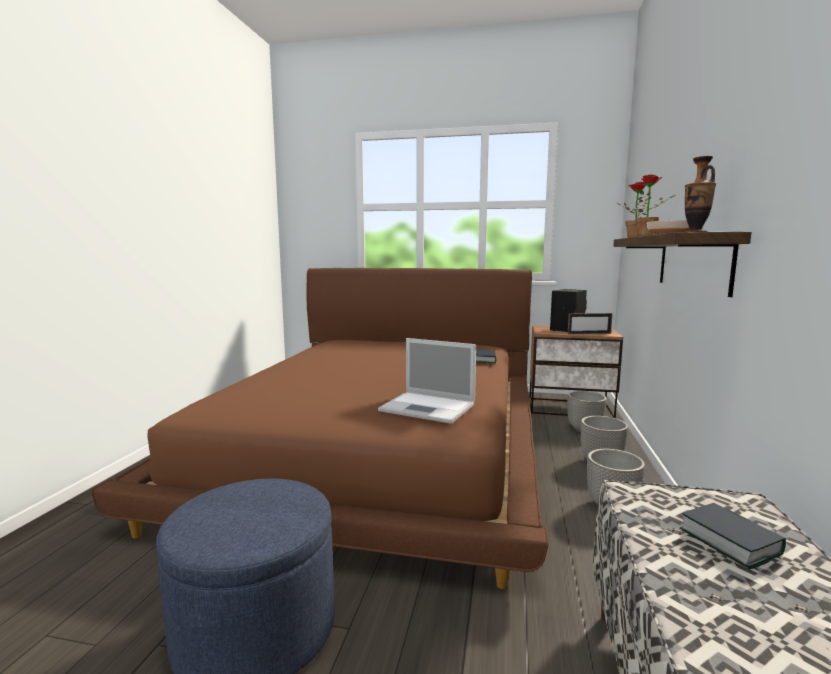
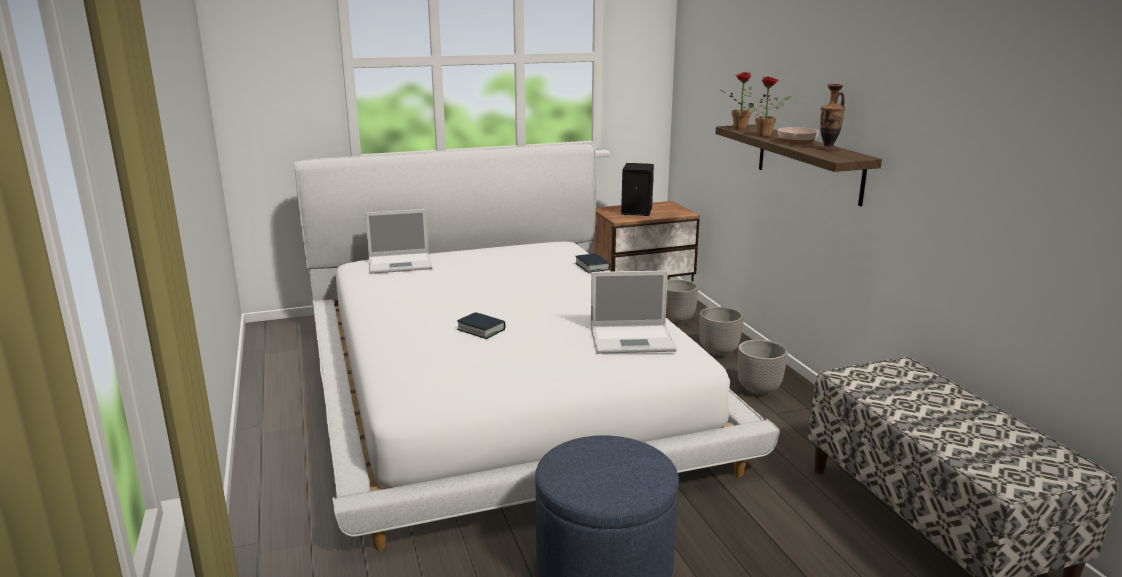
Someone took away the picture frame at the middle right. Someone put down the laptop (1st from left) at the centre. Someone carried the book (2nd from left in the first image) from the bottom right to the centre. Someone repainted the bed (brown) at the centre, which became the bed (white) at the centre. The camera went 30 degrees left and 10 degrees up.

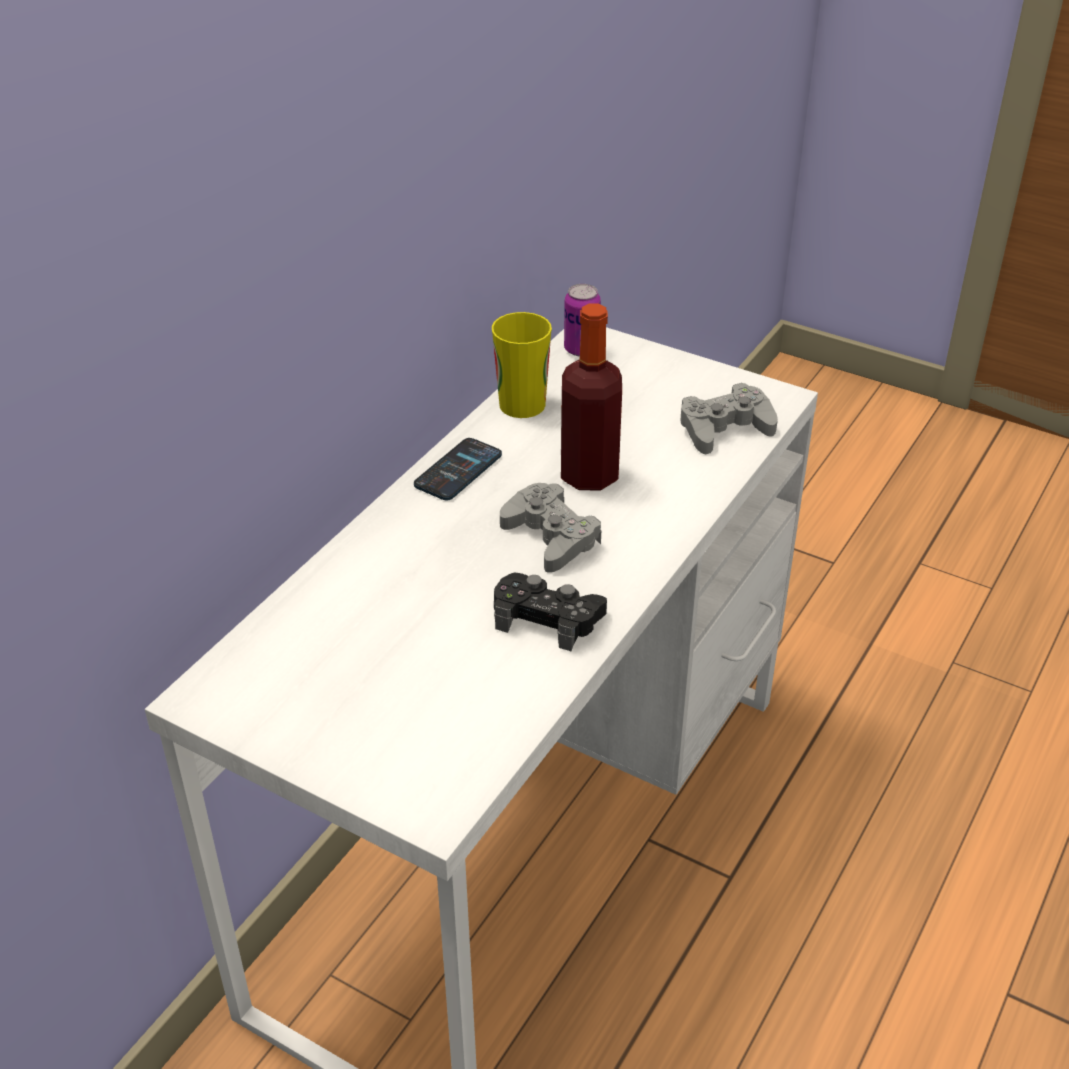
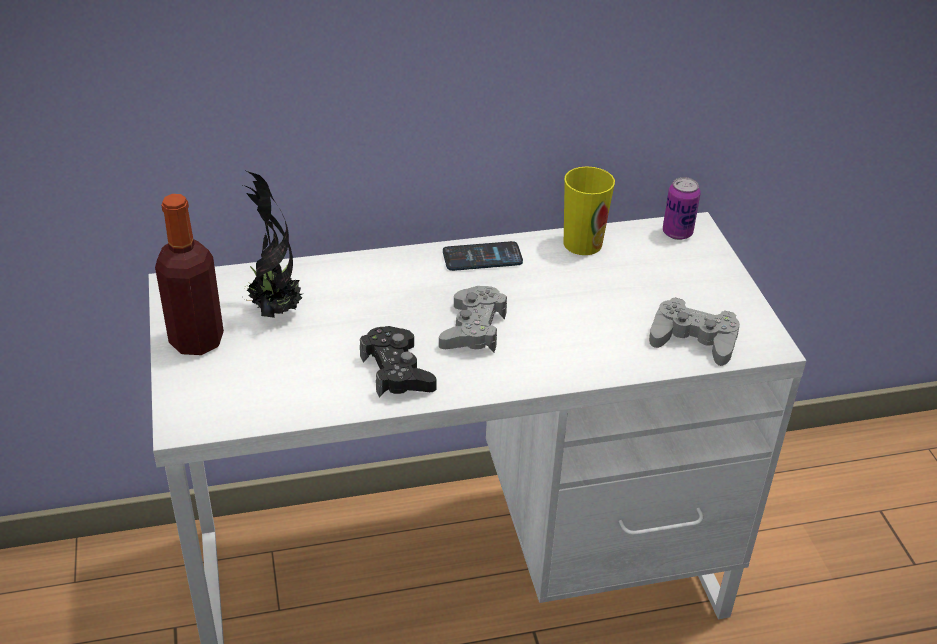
Someone put down the potted plant at the middle left. Someone carried the bottle from the centre to the middle left. The camera went 45 degrees right and 0 degrees up.

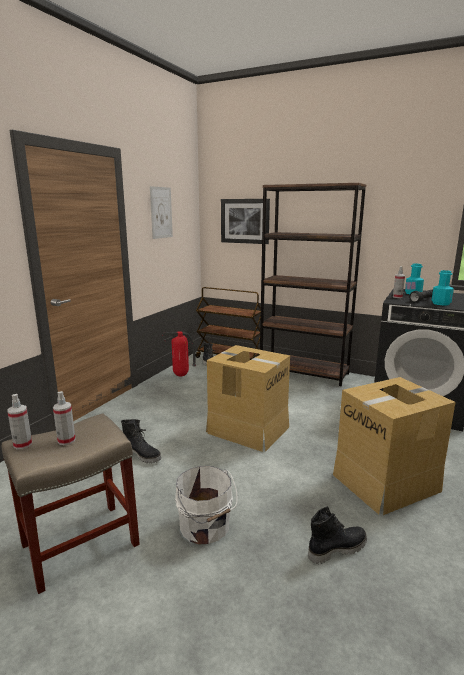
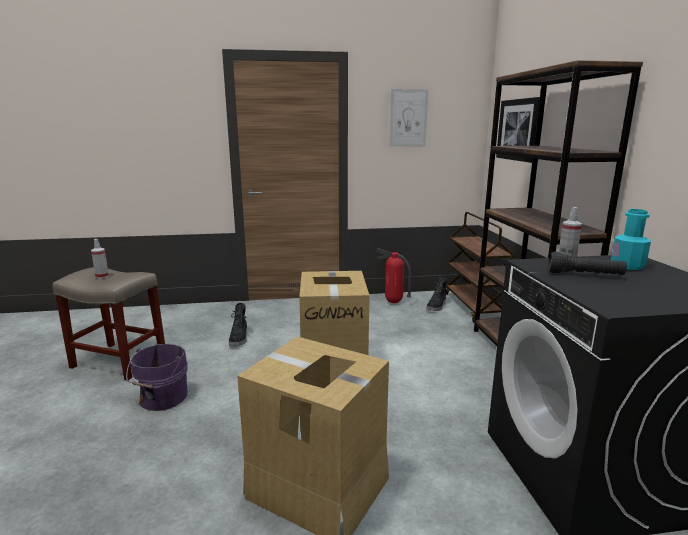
Someone took away the spray bottle (1st from left) at the middle left. Someone took away the boot (black) (3rd from left) at the bottom right. Someone took away the bottle (turquoise) (2nd from left) at the middle right. Someone repainted the bucket (white) at the bottom centre, which became the bucket (purple) at the bottom left. The camera went 55 degrees right and 0 degrees up.

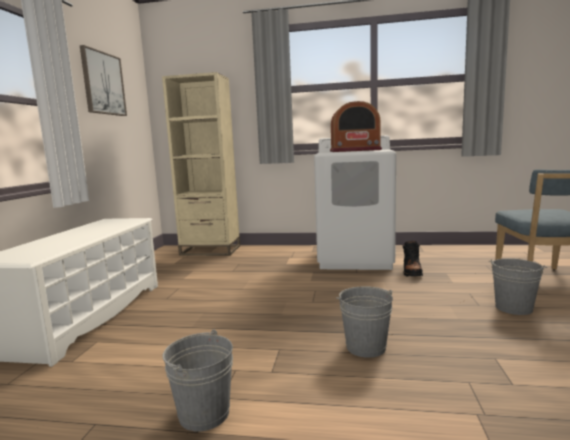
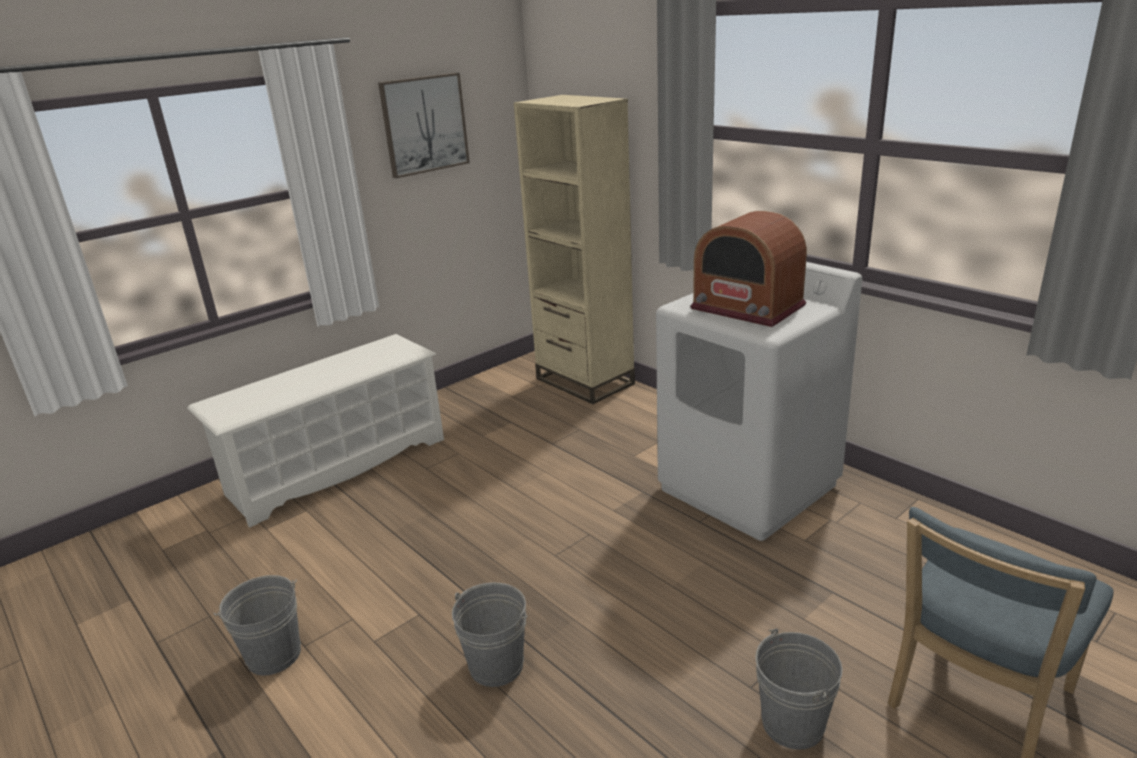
Someone took away the boot (black) at the middle right. The camera went 40 degrees right and 15 degrees up.

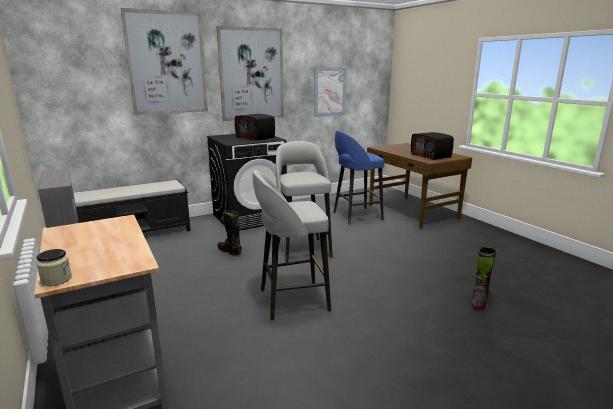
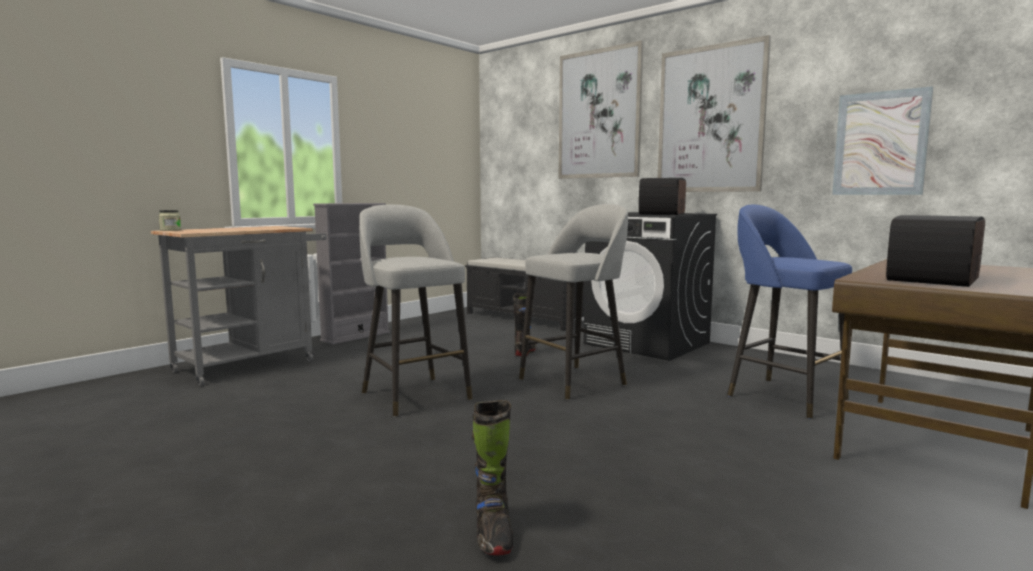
Someone rotated the boot (black) (2nd from left in the first image) at the bottom right by 105 degrees counterclockwise. The camera went 70 degrees right and 10 degrees down.

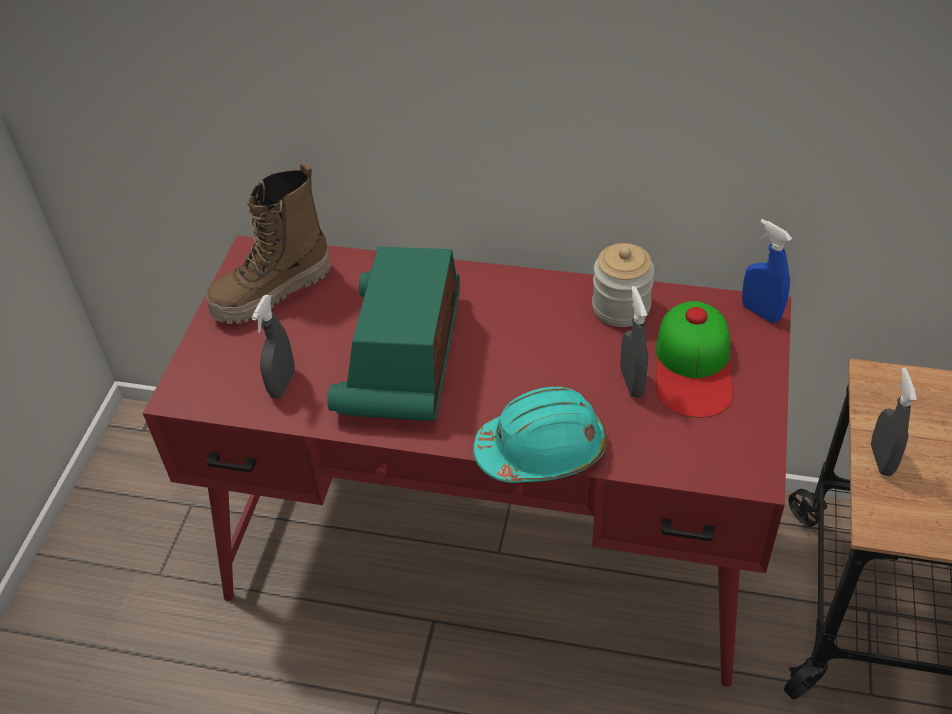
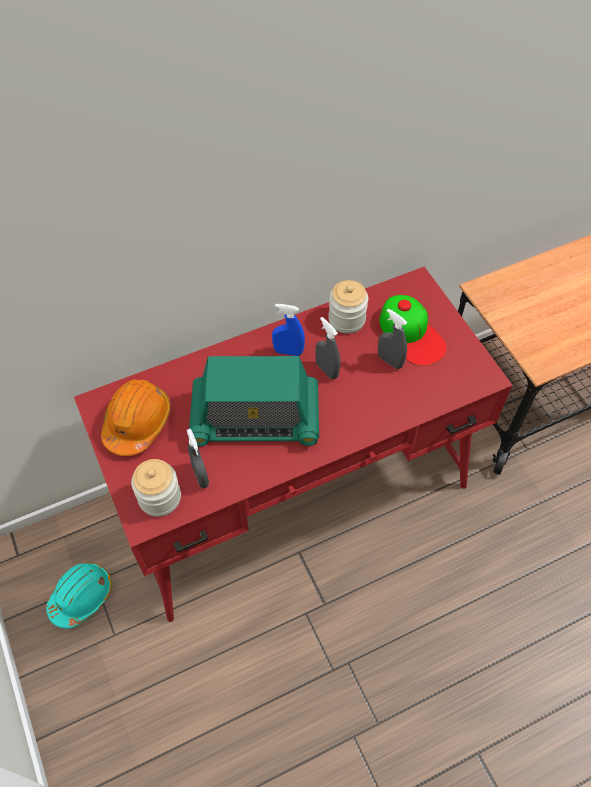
Someone put down the jar (1st from left) at the middle left. Someone carried the hard hat (turquoise) from the centre to the bottom left. Someone carried the spray bottle (blue) from the middle right to the centre. Someone carried the spray bottle (grey) (3rd from left in the first image) from the middle right to the centre. Someone swapped the boot at the middle left for the hard hat (orange) at the middle left. Someone rotated the radio at the centre by 60 degrees counterclockwise. The camera went 40 degrees left and 10 degrees up.

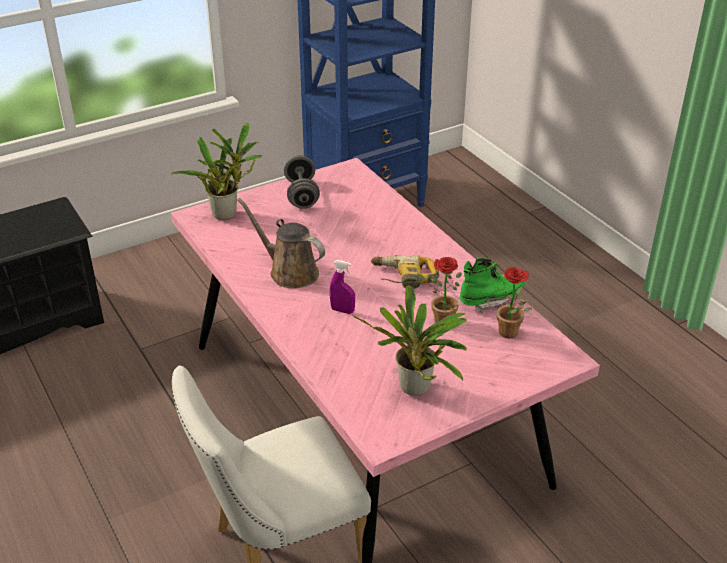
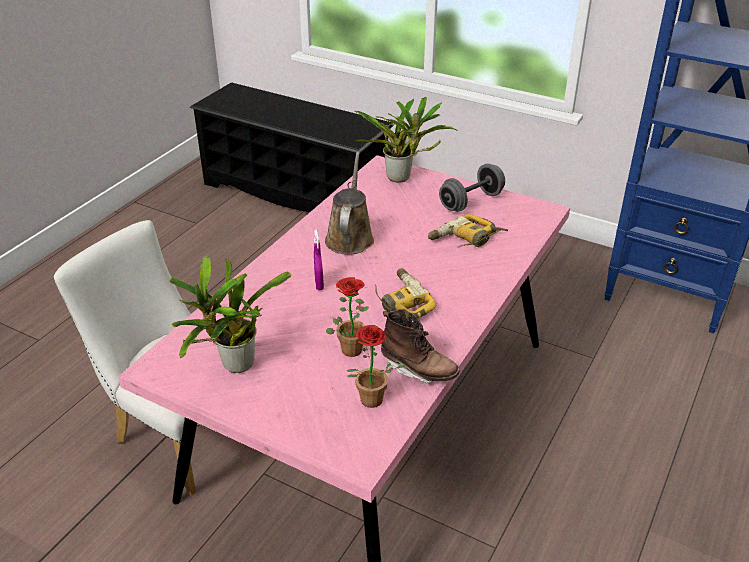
Someone put down the power drill (2nd from left) at the centre. Someone repainted the boot (green) at the middle right, which became the boot (brown) at the centre. The camera went 60 degrees right and 0 degrees up.

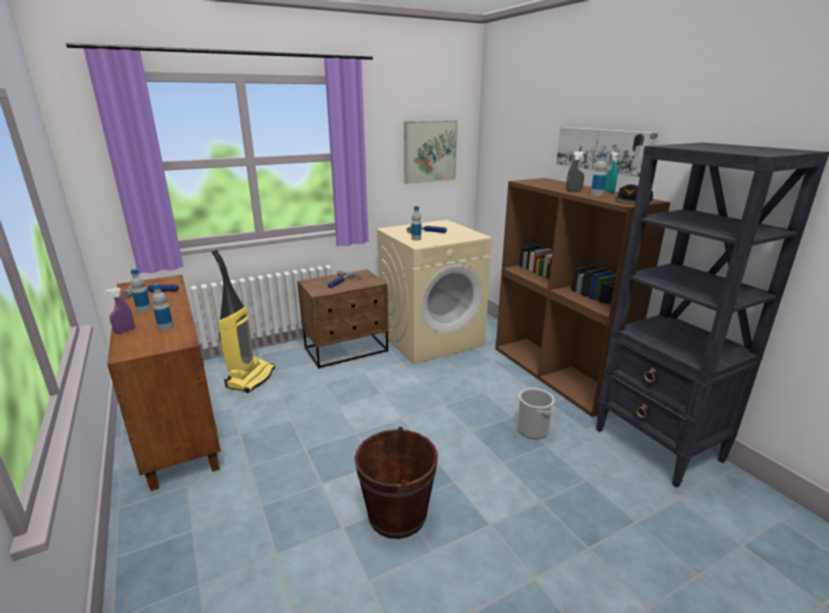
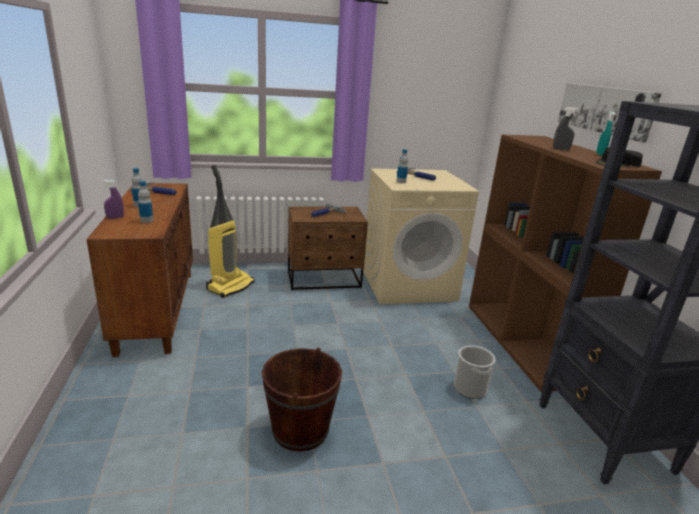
Someone took away the picture (1st from left) at the top centre. Someone took away the bottle (4th from left) at the top right. The camera went 15 degrees right and 0 degrees up.

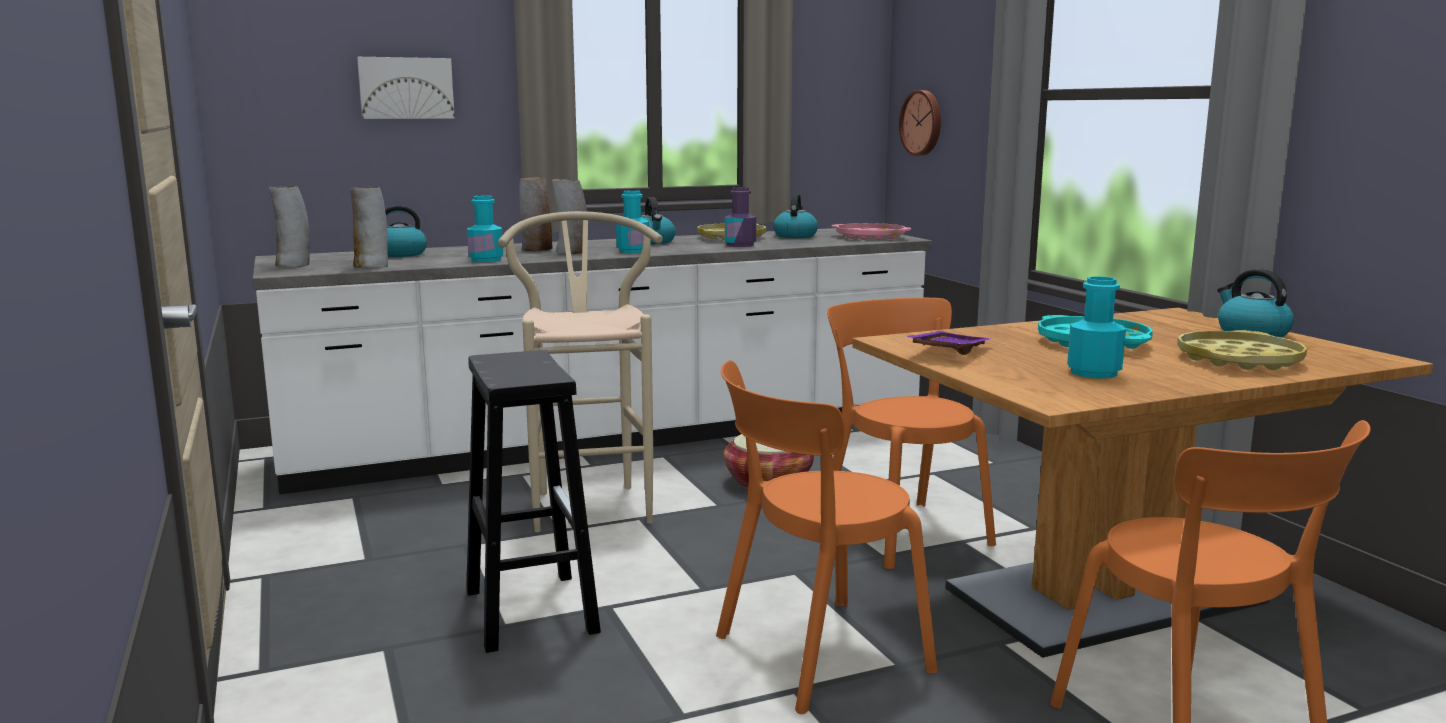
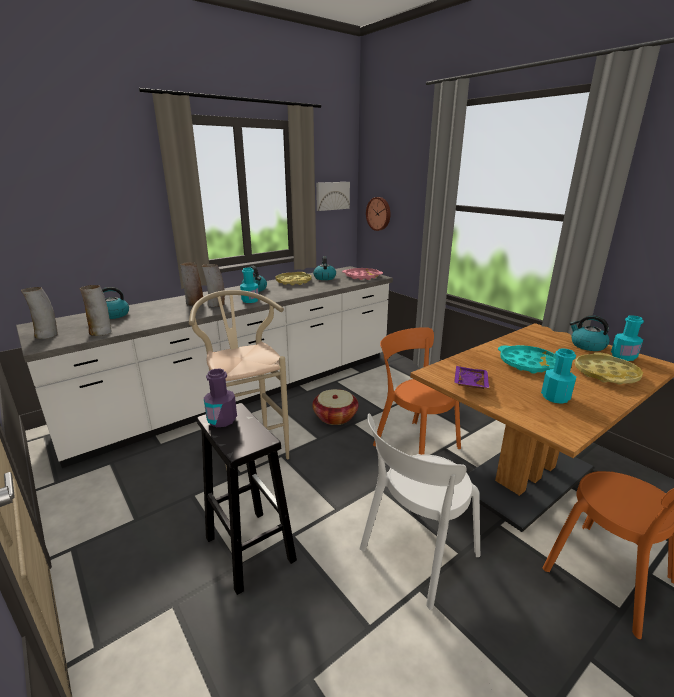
Someone carried the picture from the top left to the top centre. Someone carried the bottle (turquoise) (1st from left in the first image) from the top centre to the middle right. Someone carried the bottle (purple) from the top centre to the middle left. Someone repainted the chair (orange) (1st from left) at the bottom centre, which became the chair (white) at the bottom centre. The camera went 15 degrees left and 10 degrees up.

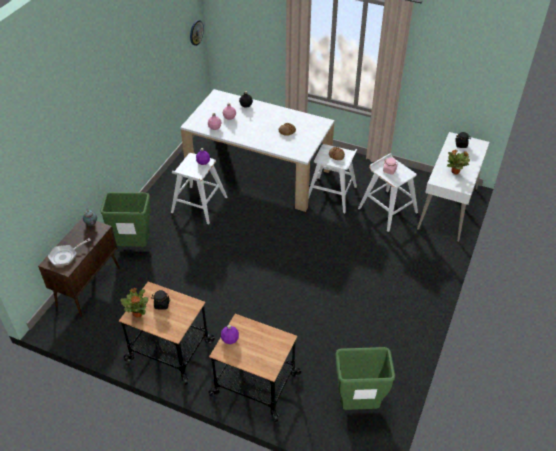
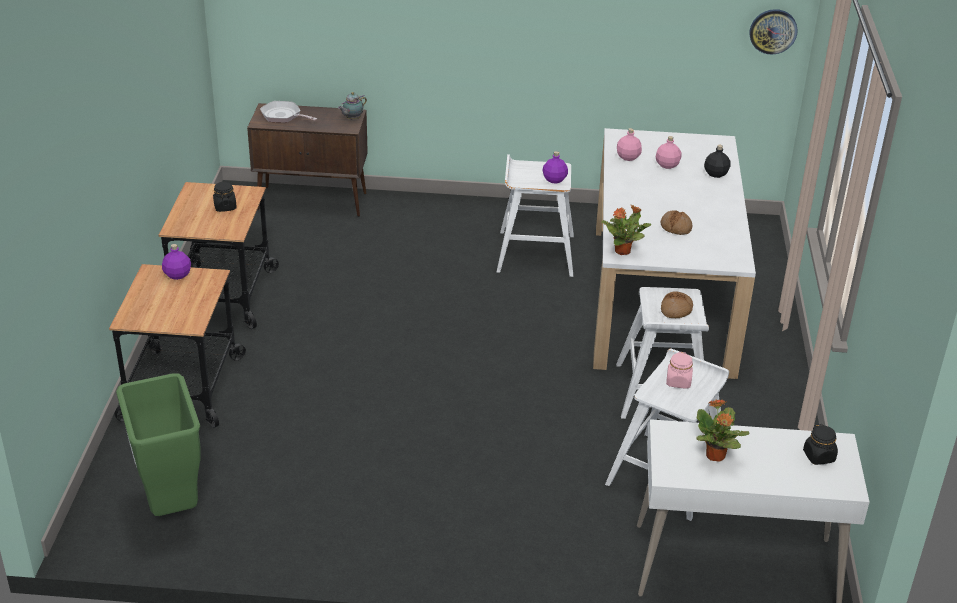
Someone took away the trash can (green) (1st from left) at the middle left. Someone carried the potted plant (1st from left) from the bottom left to the centre. The camera went 70 degrees right and 10 degrees down.

